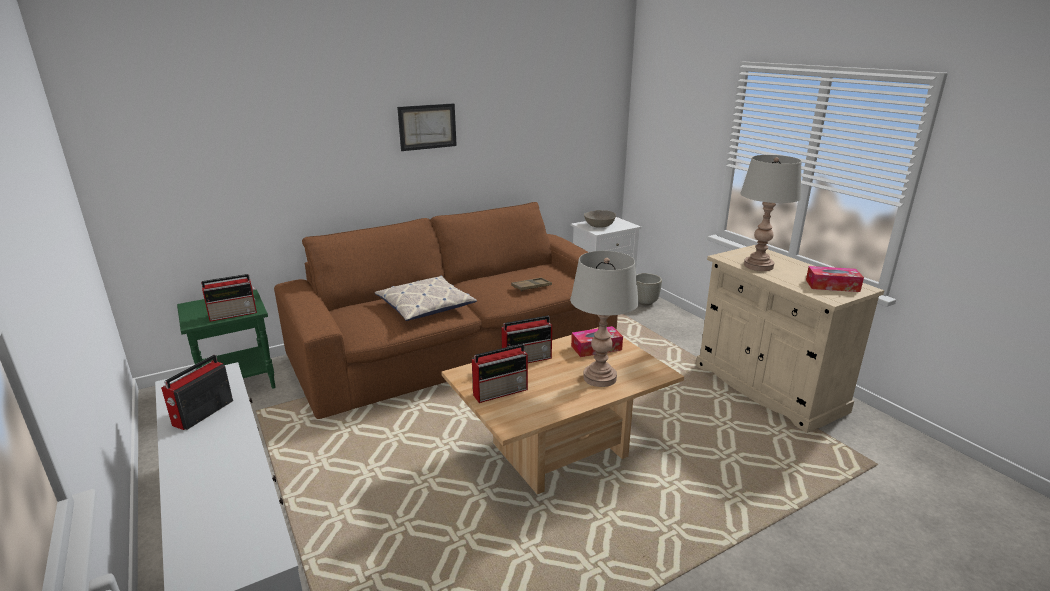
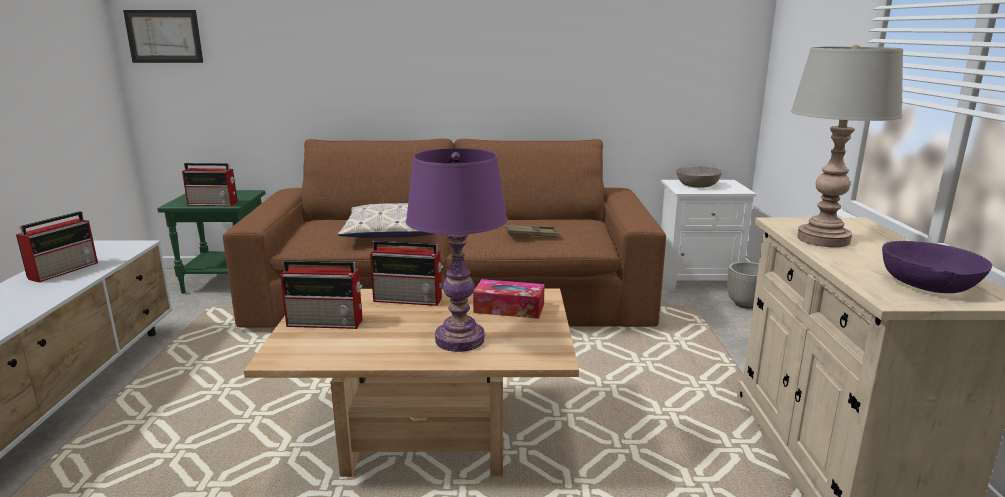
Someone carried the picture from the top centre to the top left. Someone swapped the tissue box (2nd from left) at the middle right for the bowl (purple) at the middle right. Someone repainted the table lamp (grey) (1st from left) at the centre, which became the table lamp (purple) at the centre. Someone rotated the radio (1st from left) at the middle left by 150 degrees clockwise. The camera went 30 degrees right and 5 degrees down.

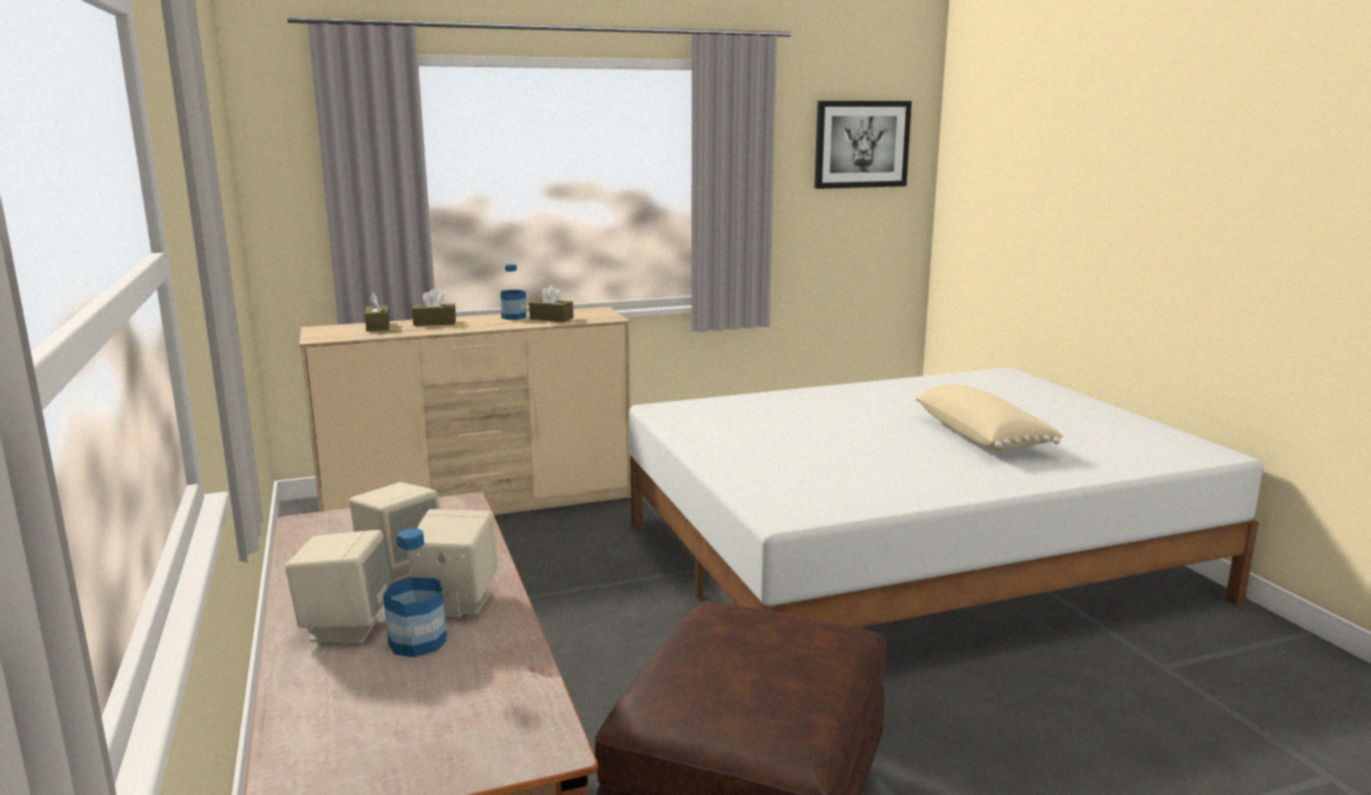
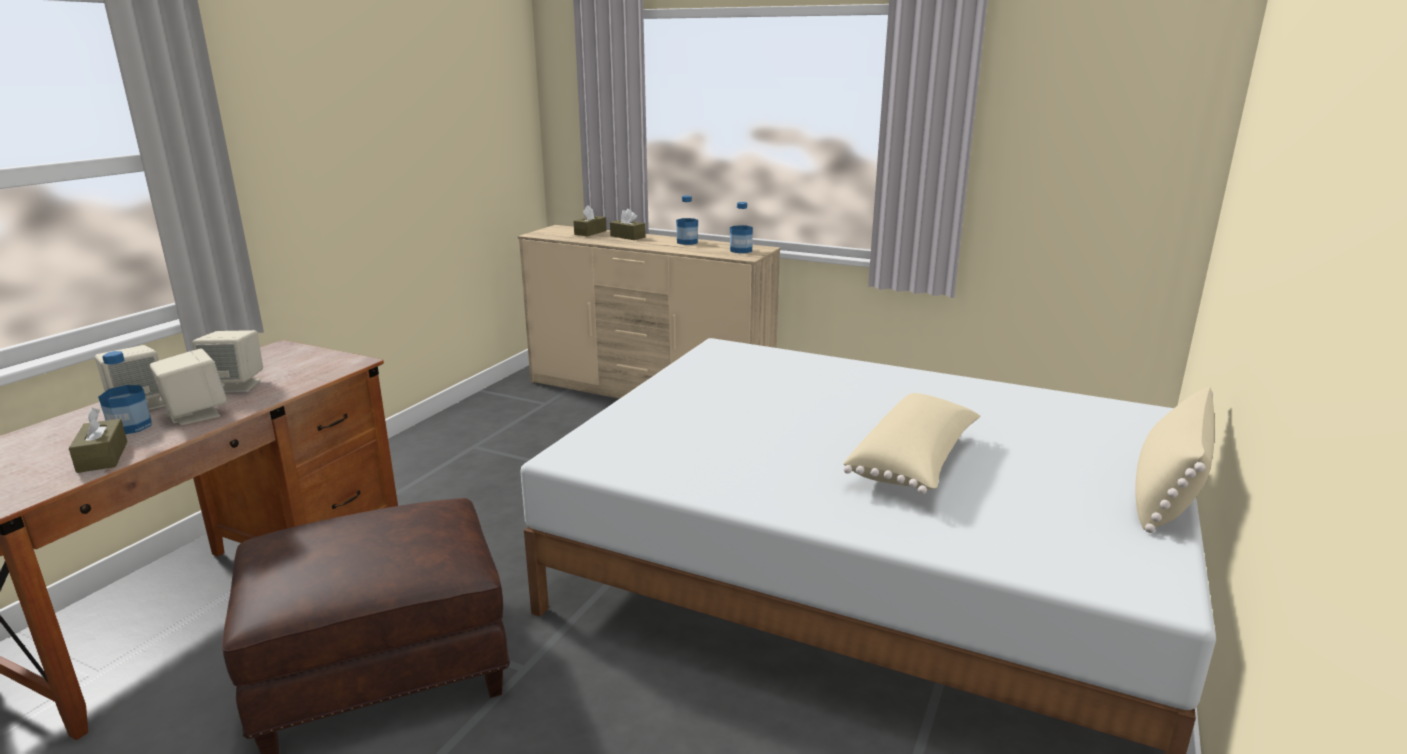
Someone took away the picture at the top centre. Someone put down the bottle (3rd from left) at the top centre. Someone put down the pillow (beige) (2nd from left) at the middle right. Someone carried the tissue box (brown) (3rd from left in the first image) from the centre to the middle left. The camera went 45 degrees right and 5 degrees up.

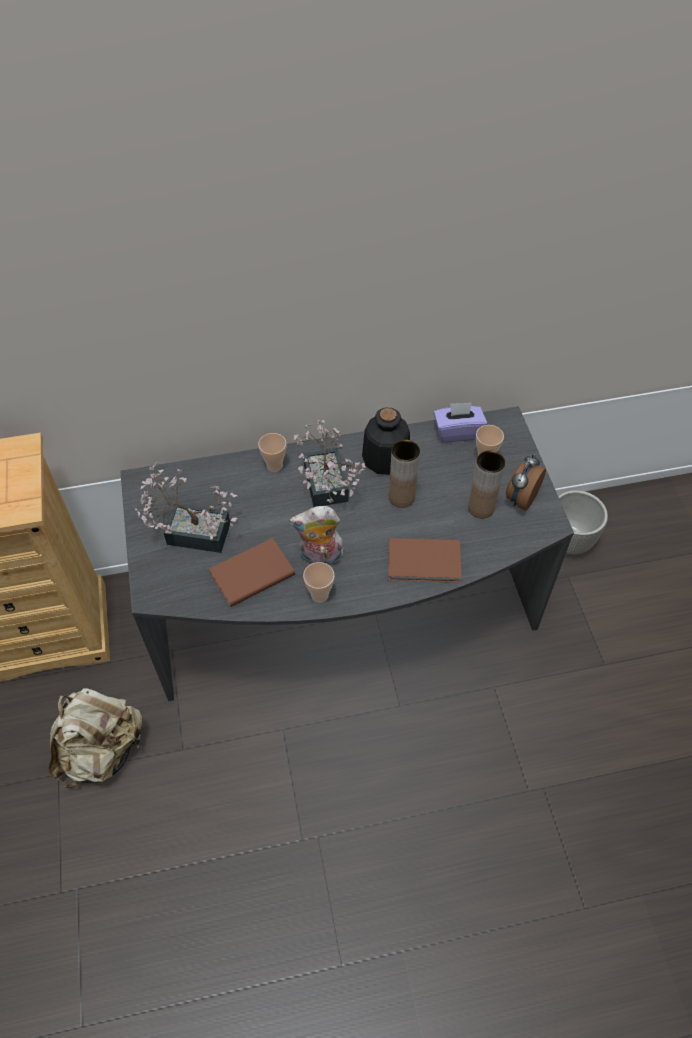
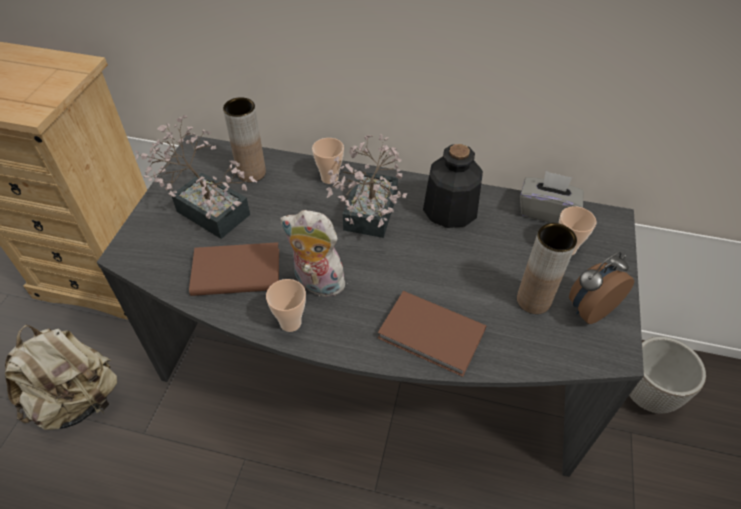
Someone carried the vase (brown) (1st from left) from the centre to the top left. Someone repainted the tissue box (purple) at the centre, which became the tissue box (grey) at the middle right. The camera went 25 degrees right and 5 degrees down.

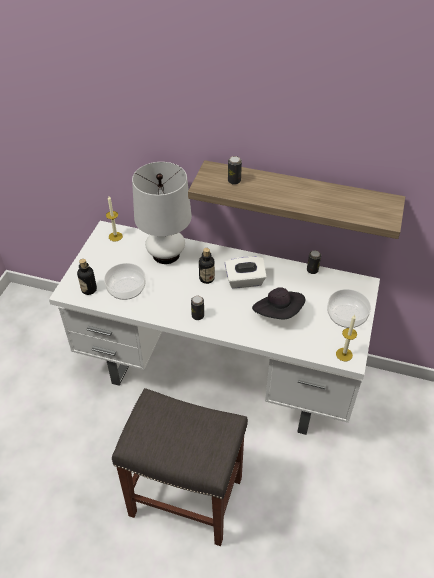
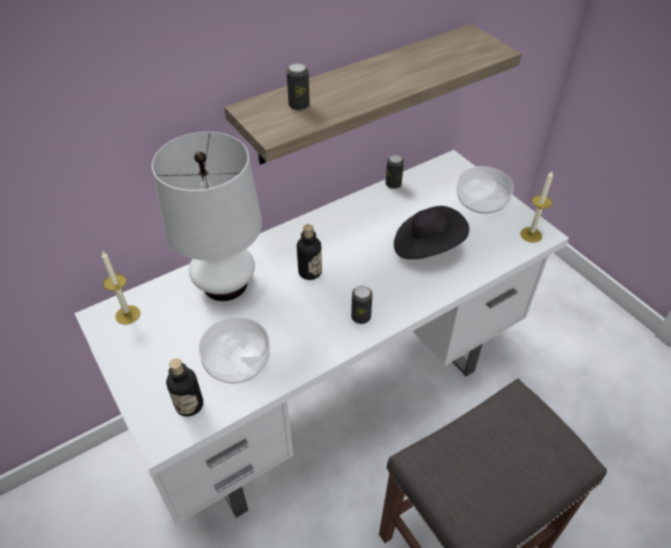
Someone took away the tissue box (white) at the centre. The camera went 50 degrees left and 0 degrees up.

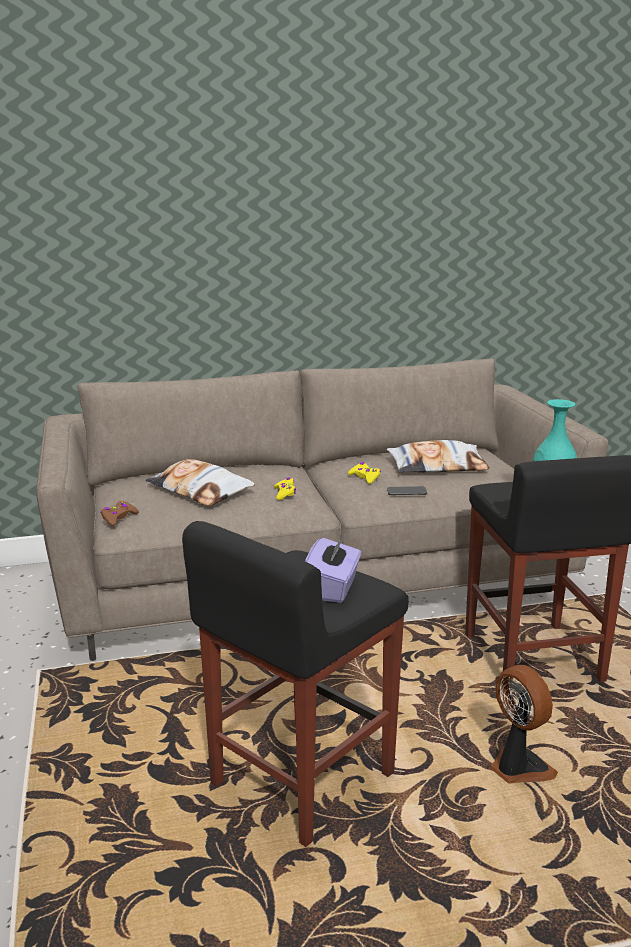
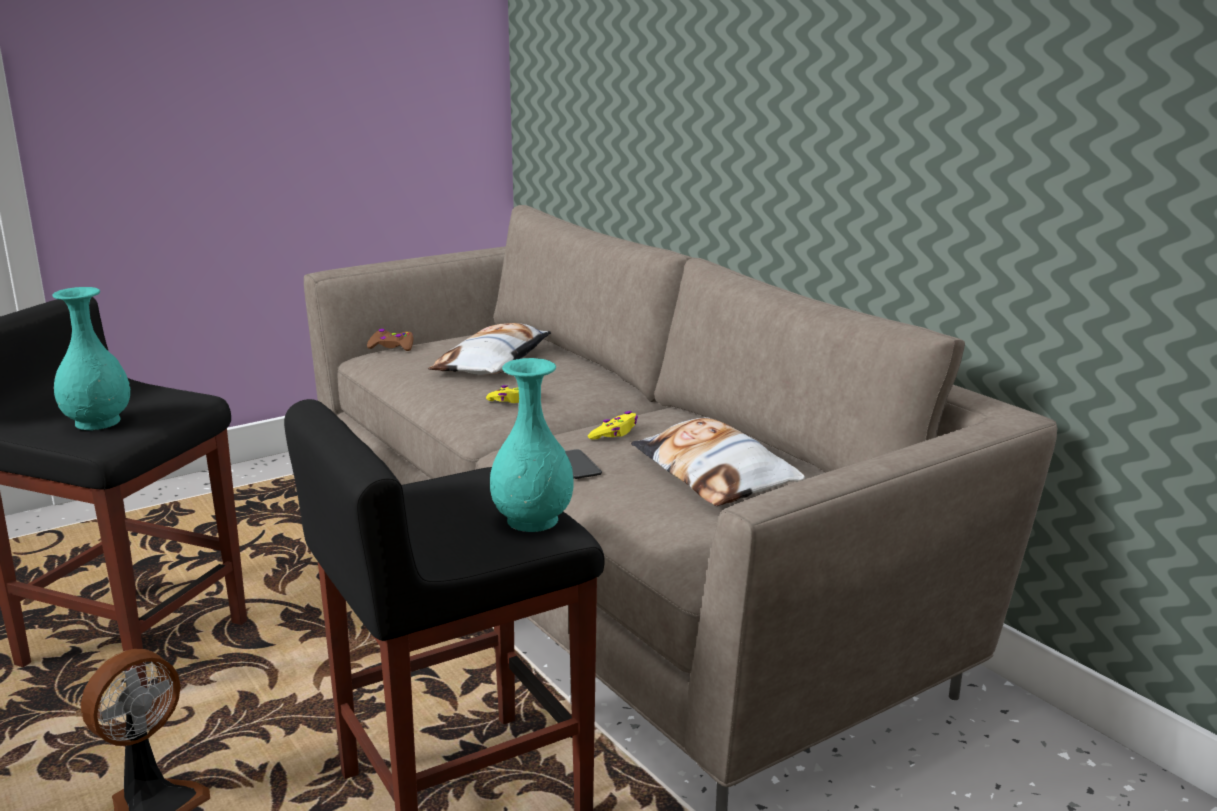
Someone swapped the tissue box (purple) at the centre for the vase (turquoise) (1st from left) at the middle left. The camera went 70 degrees right and 0 degrees up.

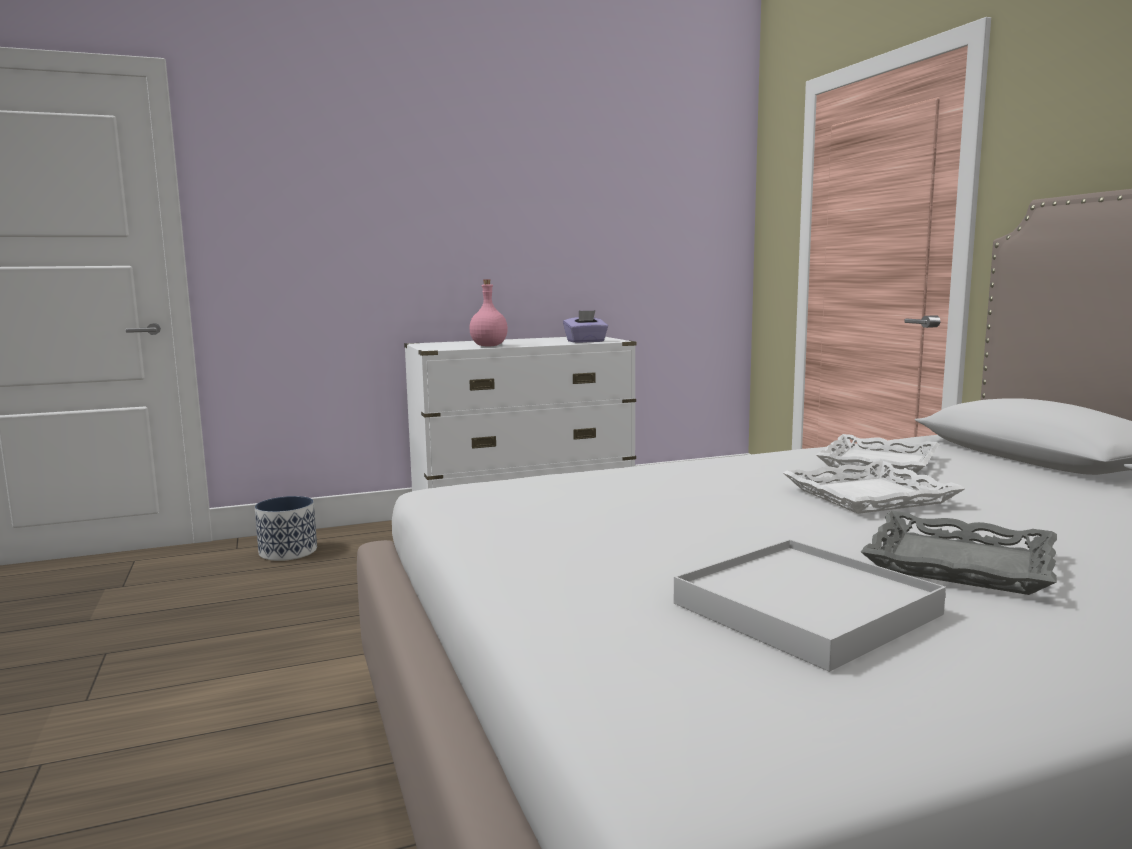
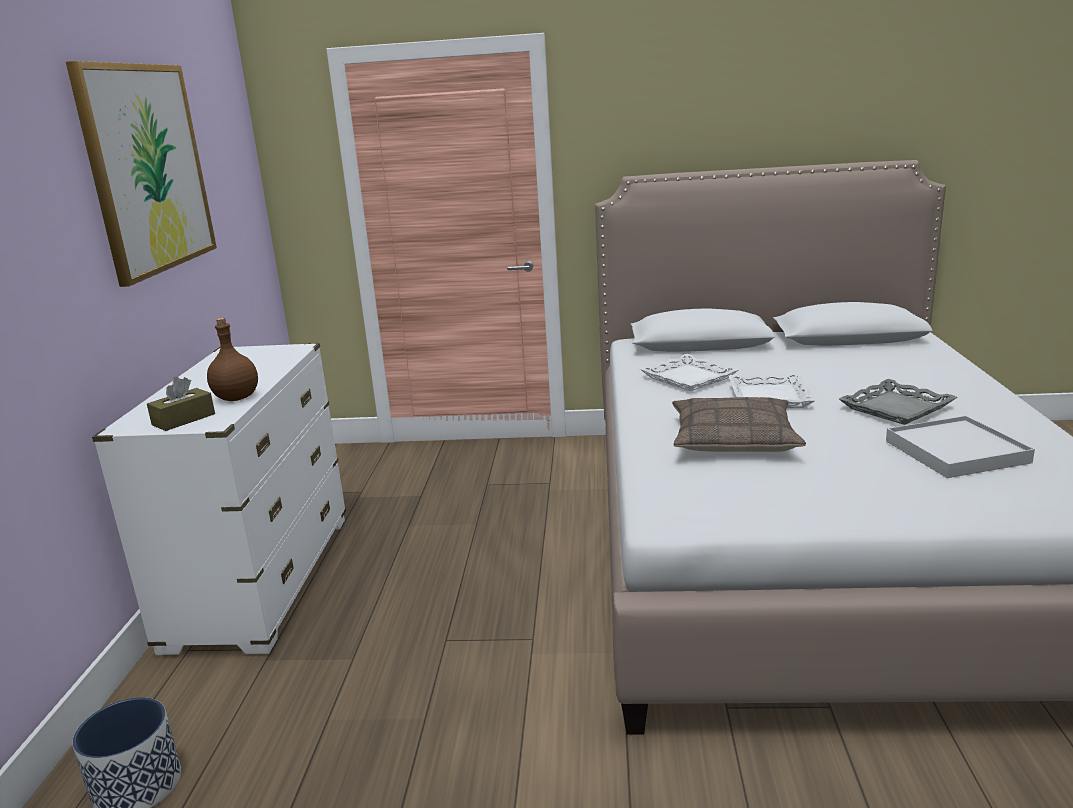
Someone took away the tissue box (purple) at the centre. Someone put up the picture at the top left. Someone put down the tissue box (brown) at the middle left. Someone put down the pillow at the middle right. Someone repainted the bottle (pink) at the centre, which became the bottle (brown) at the middle left. The camera went 65 degrees left and 10 degrees up.

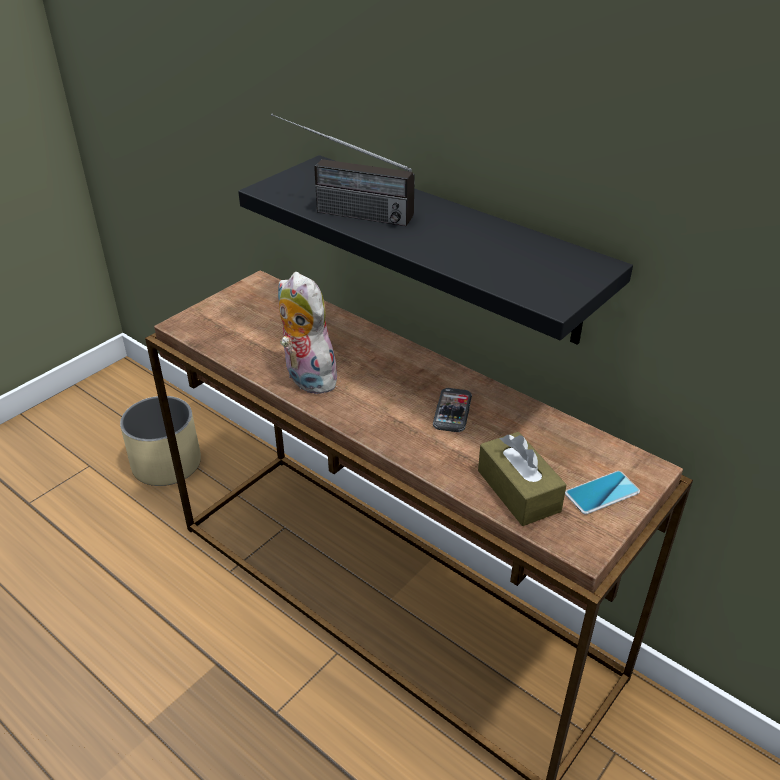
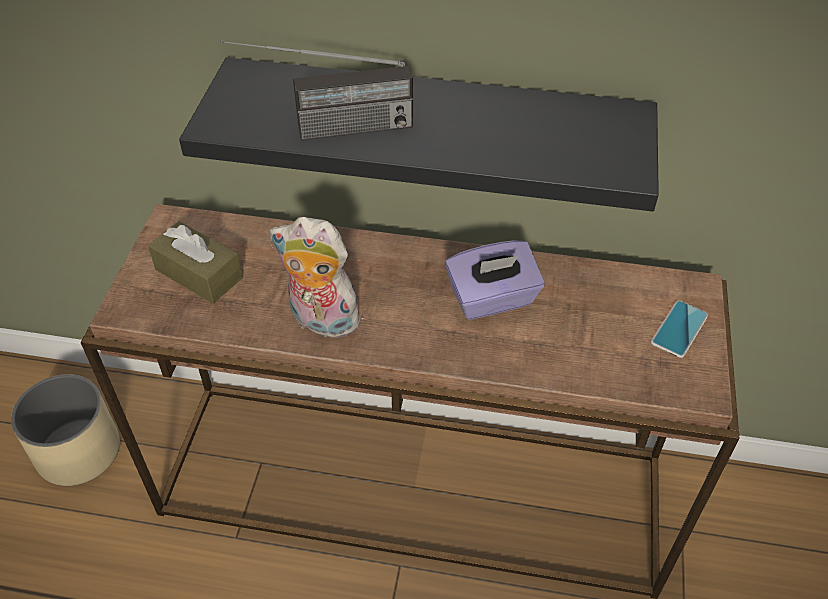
Someone carried the tissue box (brown) from the middle right to the middle left. Someone swapped the phone (1st from left) at the centre for the tissue box (purple) at the centre. The camera went 30 degrees left and 10 degrees up.

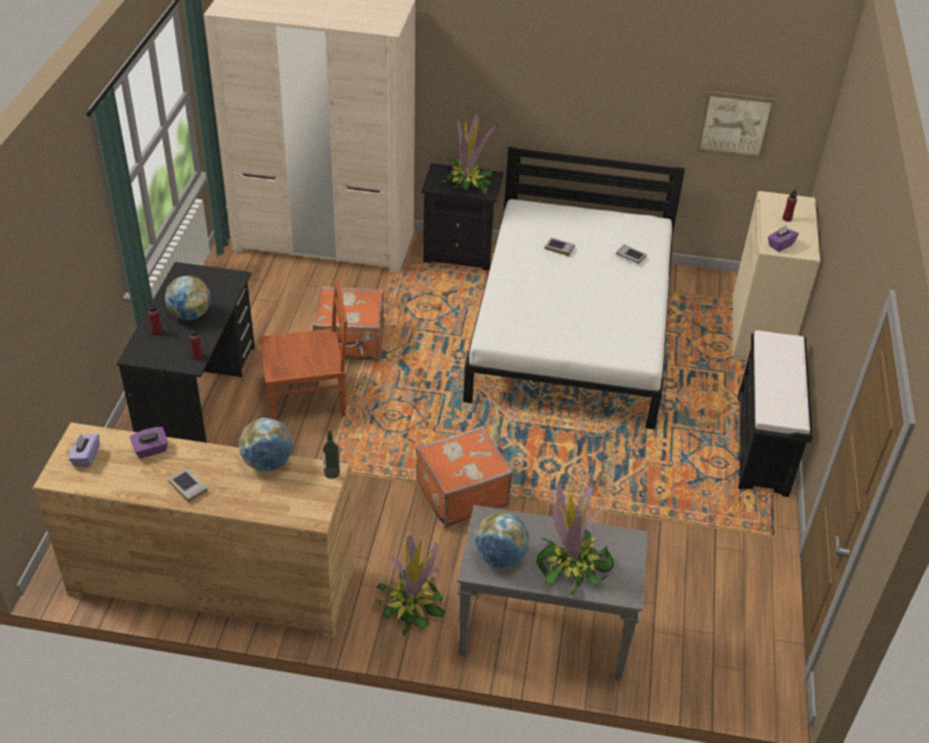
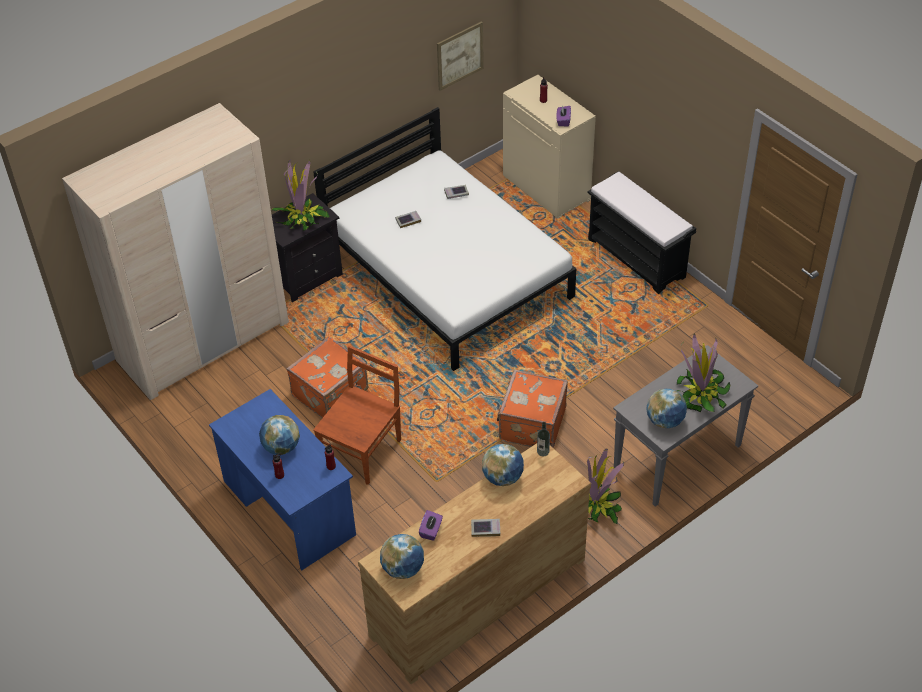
Someone swapped the tissue box (purple) (1st from left) at the middle left for the globe (2nd from left) at the bottom centre. Someone repainted the desk (black) at the middle left, which became the desk (blue) at the bottom left. The camera went 45 degrees left and 5 degrees up.

